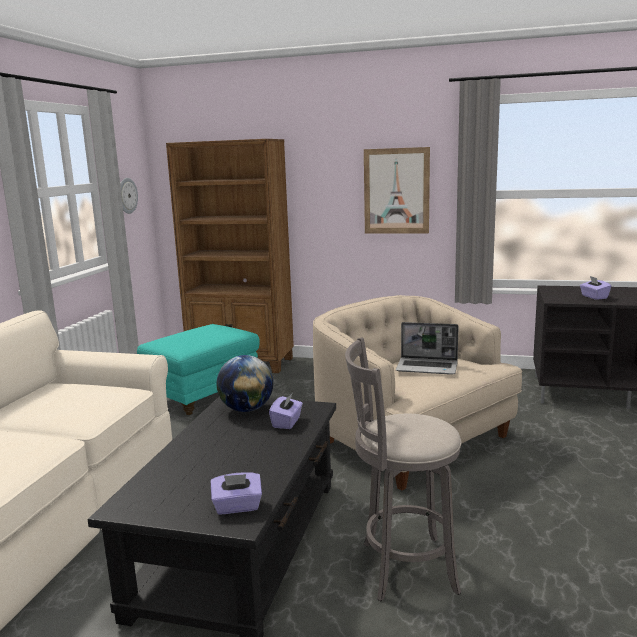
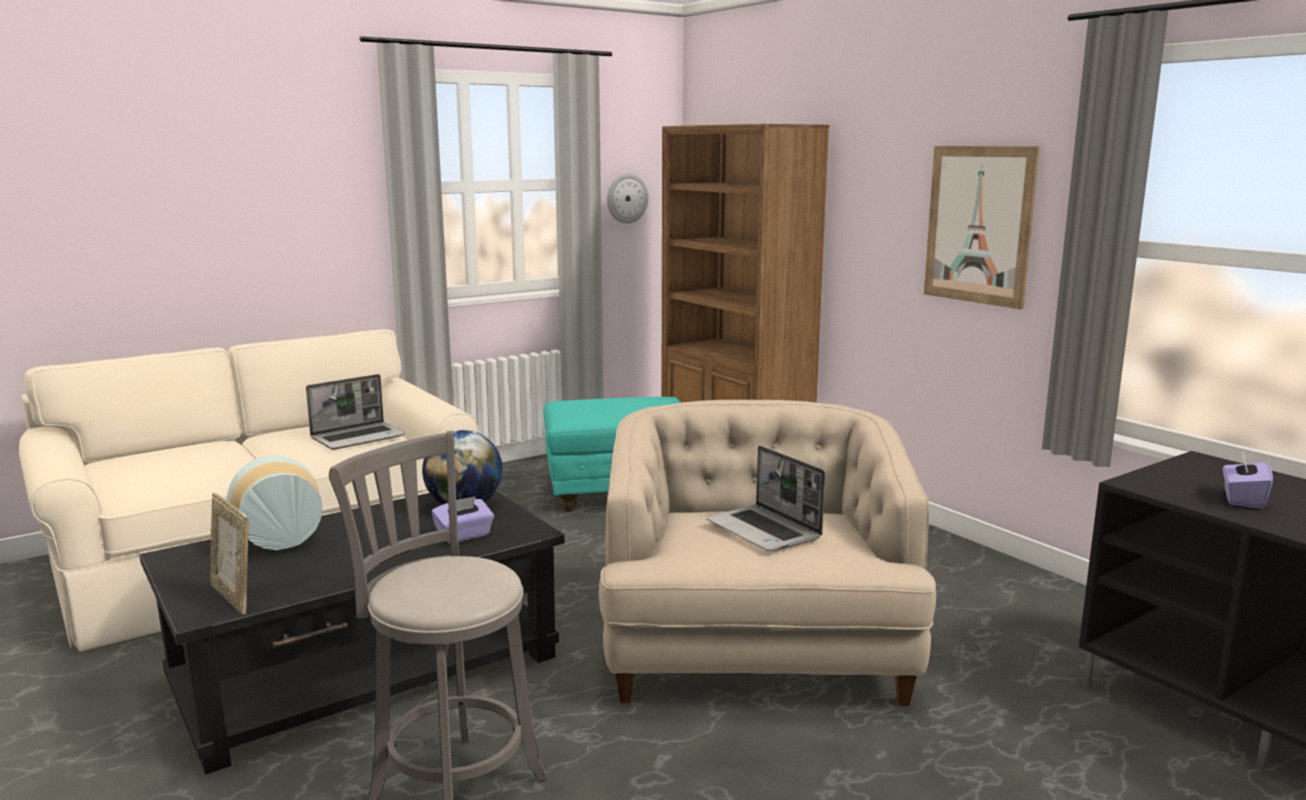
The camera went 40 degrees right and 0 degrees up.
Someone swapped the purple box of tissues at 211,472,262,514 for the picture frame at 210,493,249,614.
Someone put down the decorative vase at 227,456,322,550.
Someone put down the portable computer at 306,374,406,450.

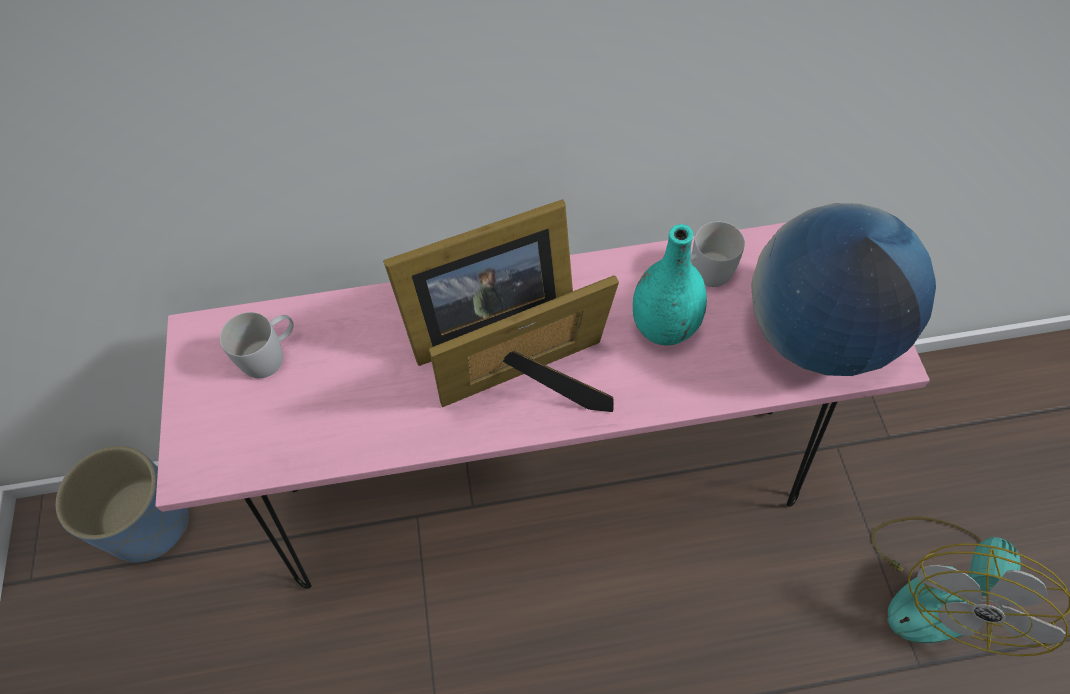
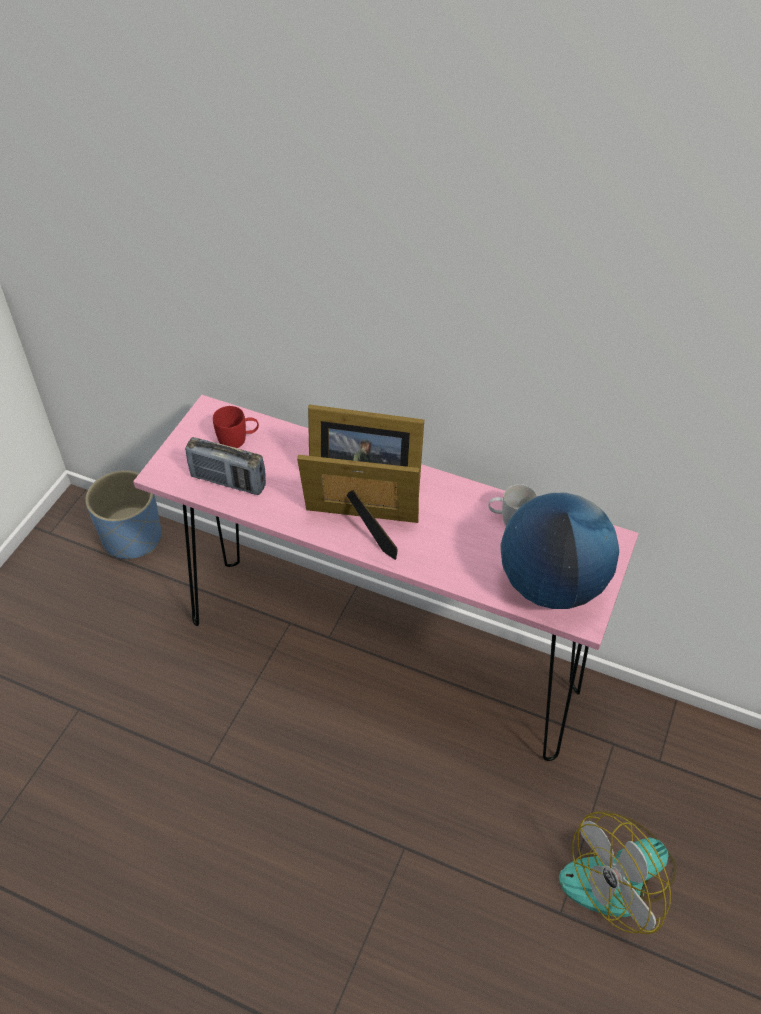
The camera went 30 degrees right and 10 degrees down.
Someone put down the radio set at 185,437,266,495.
Someone repainted the whitish tea mug at 220,312,294,378, which became the reddish tea mug at 213,406,259,448.
Someone took away the turquoise decorative vase at 633,224,707,345.

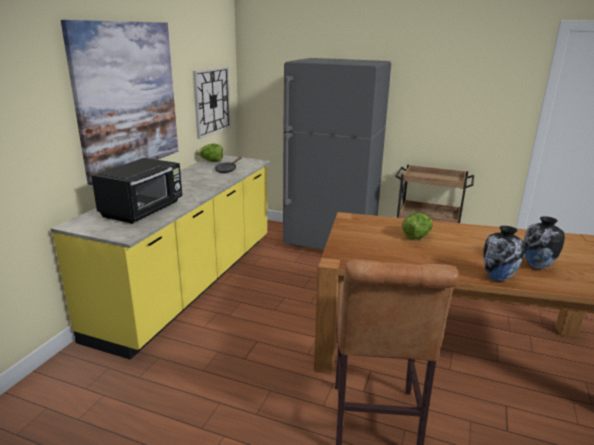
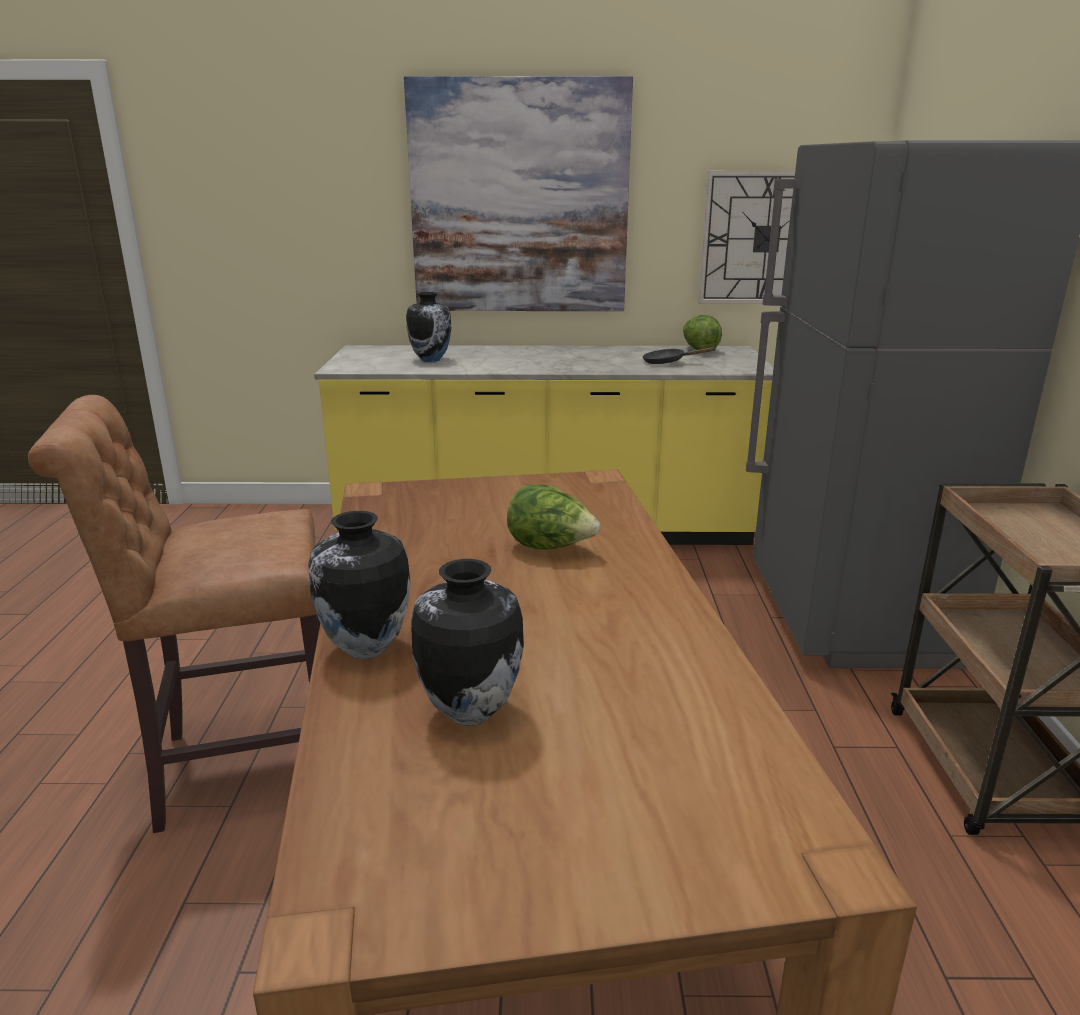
The camera went 70 degrees right and 0 degrees up.
Someone swapped the black kitchen microwave at 91,158,182,224 for the decorative vase at 406,292,451,362.

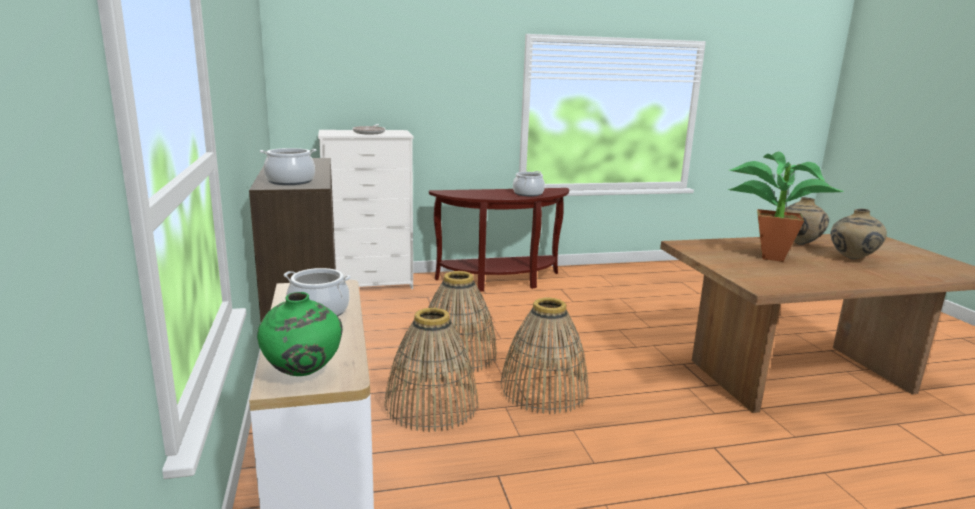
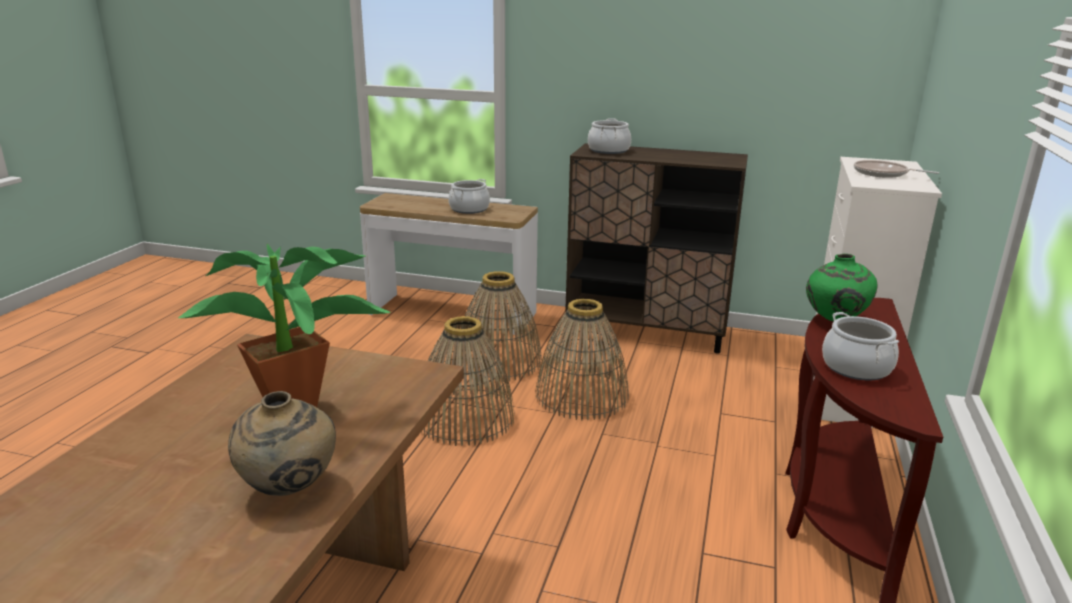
The camera went 120 degrees right and 5 degrees up.
Someone carried the green decorative vase from 257,292,343,376 to 806,254,877,322.
Someone took away the beige-coloured decorative vase at 830,209,887,260.

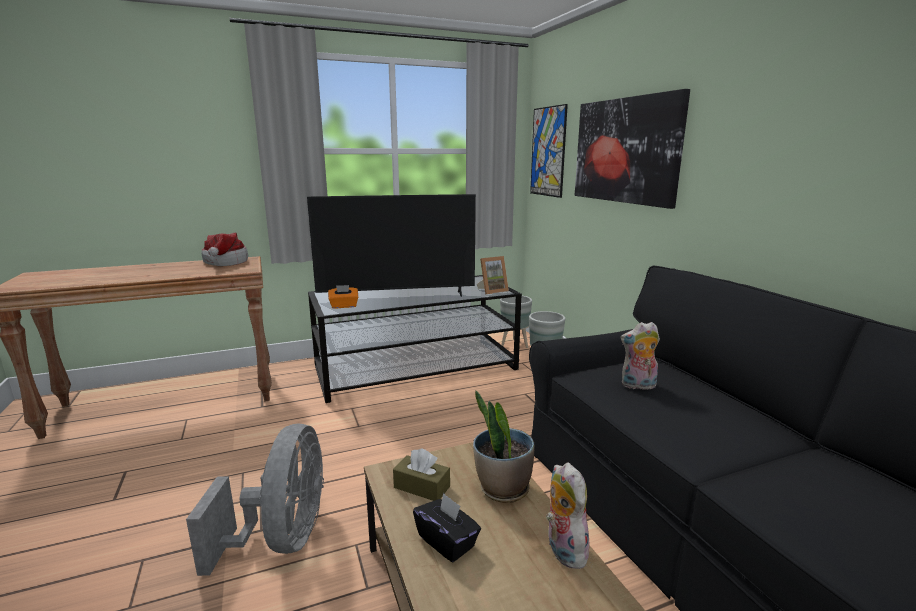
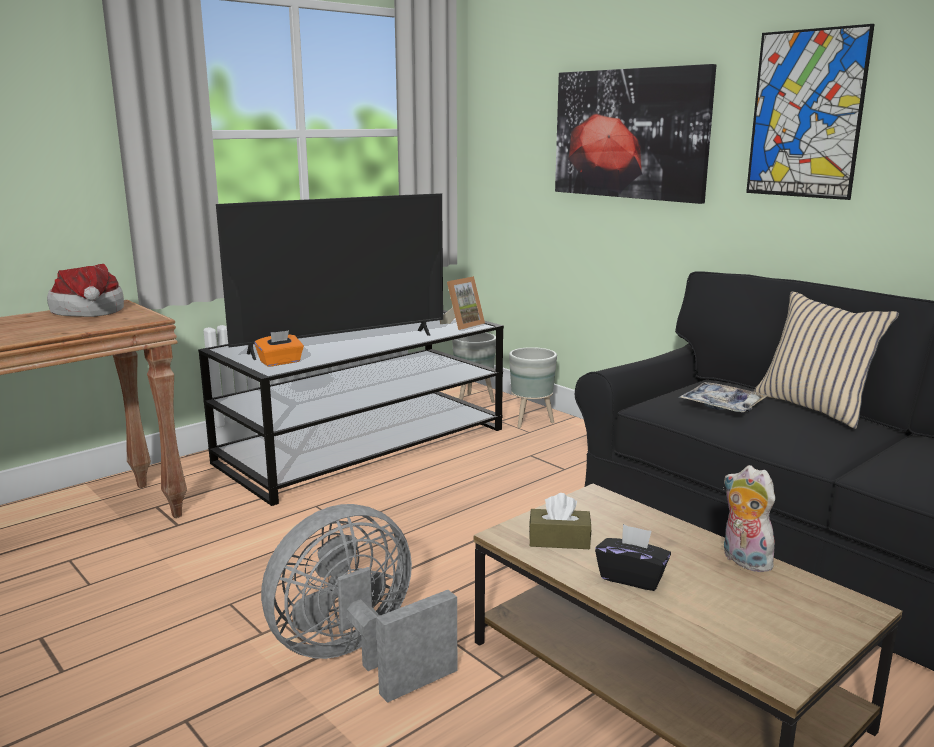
The camera went 20 degrees left and 0 degrees up.
Someone rotated the grey cooling fan at 186,423,324,576 by 105 degrees counterclockwise.
Someone swapped the plush toy at 620,322,660,390 for the tray at 679,382,769,413.
Someone carried the wall art from 530,104,568,198 to 746,24,875,200.
Someone put down the beige-coloured throw pillow at 754,291,899,429.
Someone took away the potted plant at 473,391,535,503.

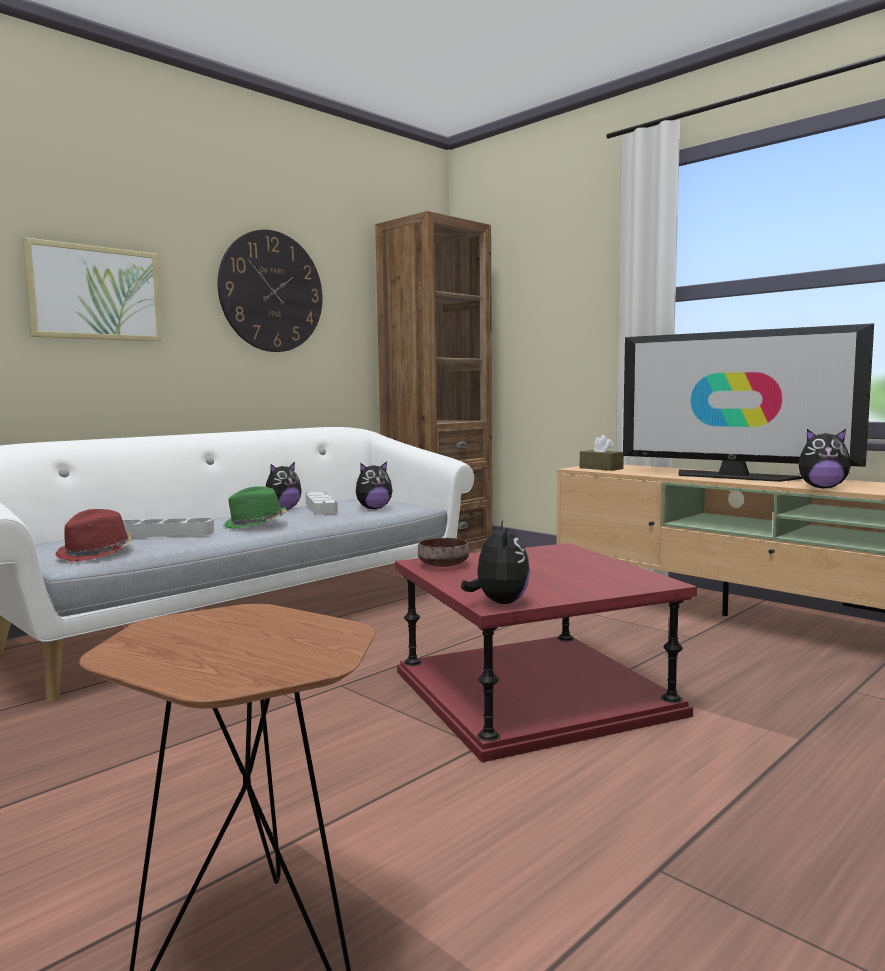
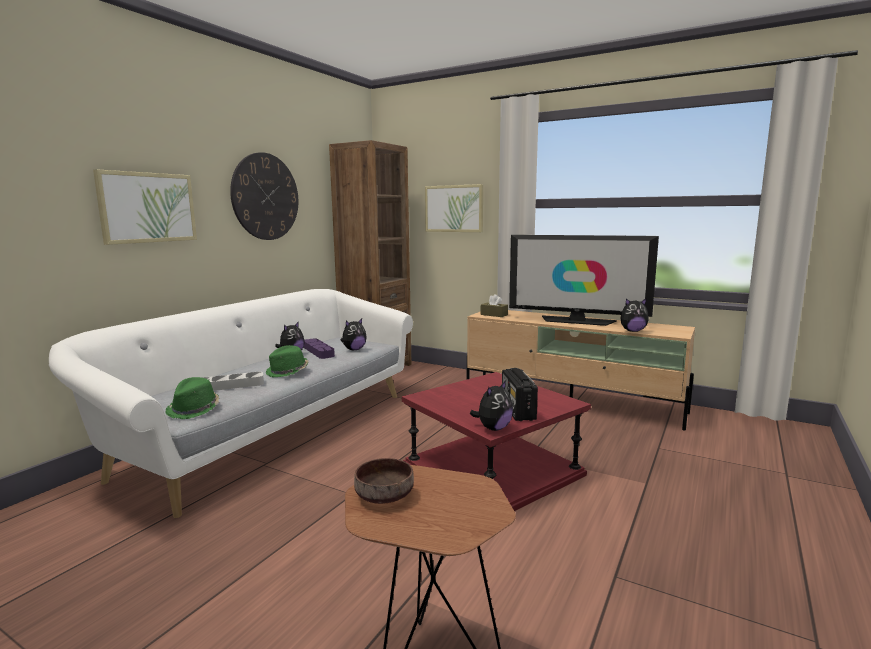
The camera went 15 degrees left and 5 degrees up.
Someone repainted the reddish wearable hat at 55,509,133,562, which became the green wearable hat at 165,377,219,419.
Someone repainted the grey tray at 305,492,338,515, which became the purple tray at 304,338,335,359.
Someone carried the brownish serving bowl from 418,538,469,567 to 354,458,414,504.
Someone put up the wall art at 425,184,483,232.
Someone rotated the plush toy at 461,520,530,604 by 60 degrees clockwise.
Someone put down the radio set at 502,368,538,421.

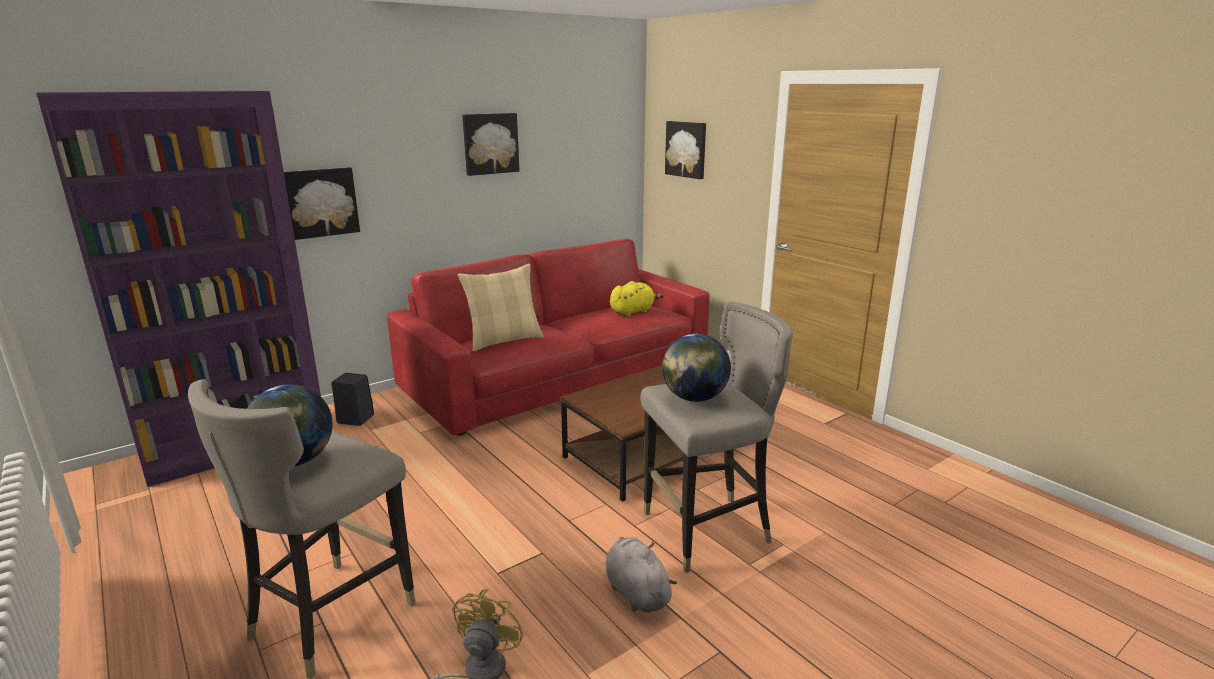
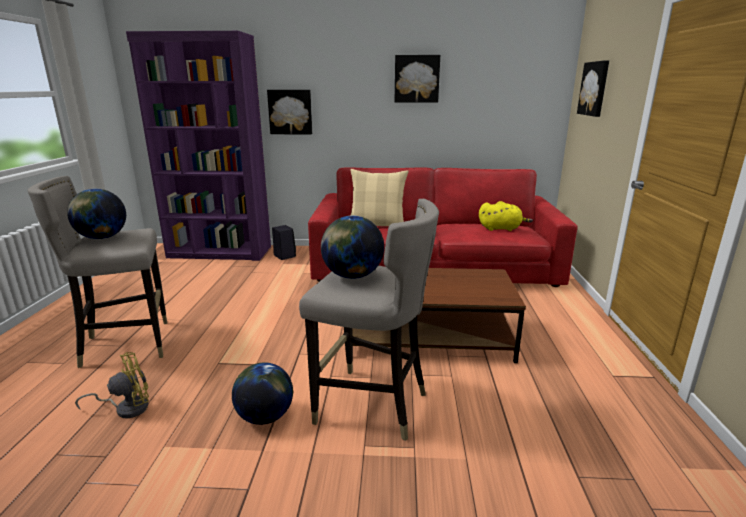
The camera went 40 degrees right and 0 degrees up.
Someone swapped the grey plush toy at 606,537,677,612 for the globe at 232,362,293,425.

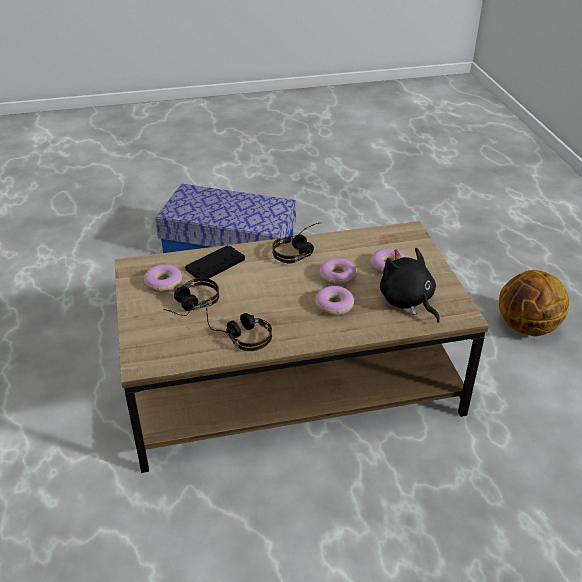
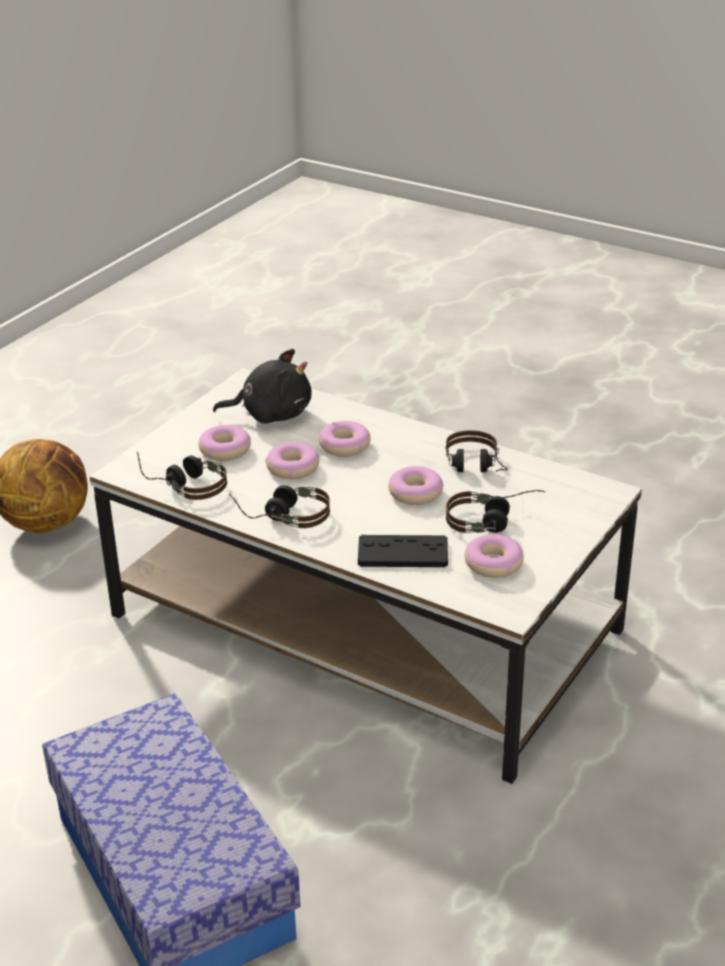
The camera went 135 degrees left and 5 degrees down.
Someone repainted the brownish low table at 114,221,489,473, which became the whitish low table at 90,368,642,784.
Someone put down the headphones at 137,452,227,500.
Someone rotated the black plush toy at 380,248,440,323 by 105 degrees counterclockwise.
Someone put down the doughnut at 388,466,444,505.

